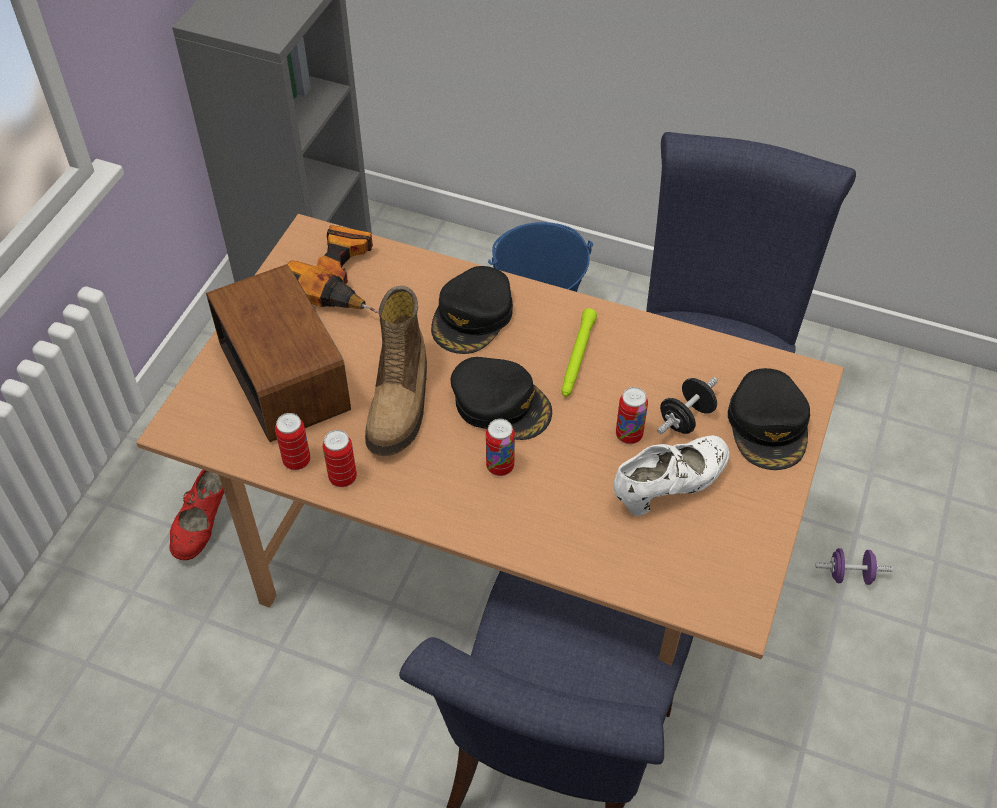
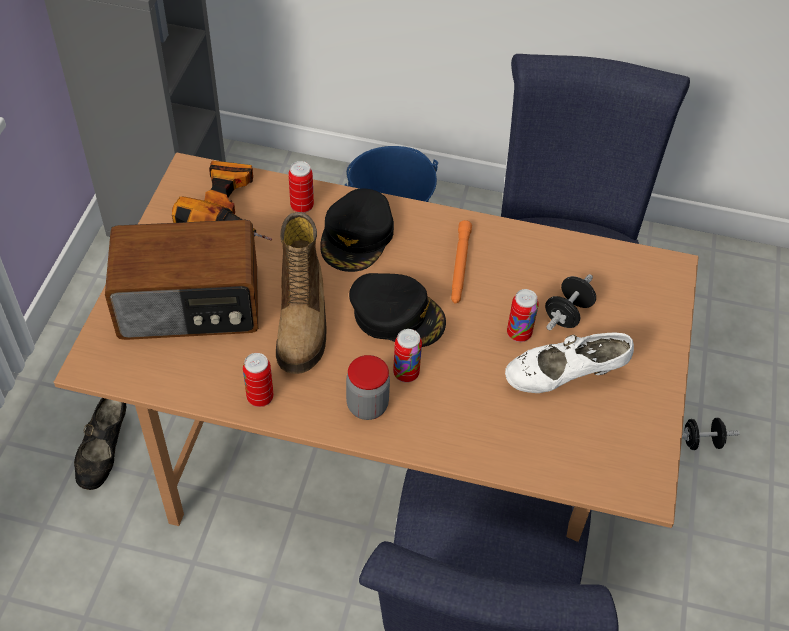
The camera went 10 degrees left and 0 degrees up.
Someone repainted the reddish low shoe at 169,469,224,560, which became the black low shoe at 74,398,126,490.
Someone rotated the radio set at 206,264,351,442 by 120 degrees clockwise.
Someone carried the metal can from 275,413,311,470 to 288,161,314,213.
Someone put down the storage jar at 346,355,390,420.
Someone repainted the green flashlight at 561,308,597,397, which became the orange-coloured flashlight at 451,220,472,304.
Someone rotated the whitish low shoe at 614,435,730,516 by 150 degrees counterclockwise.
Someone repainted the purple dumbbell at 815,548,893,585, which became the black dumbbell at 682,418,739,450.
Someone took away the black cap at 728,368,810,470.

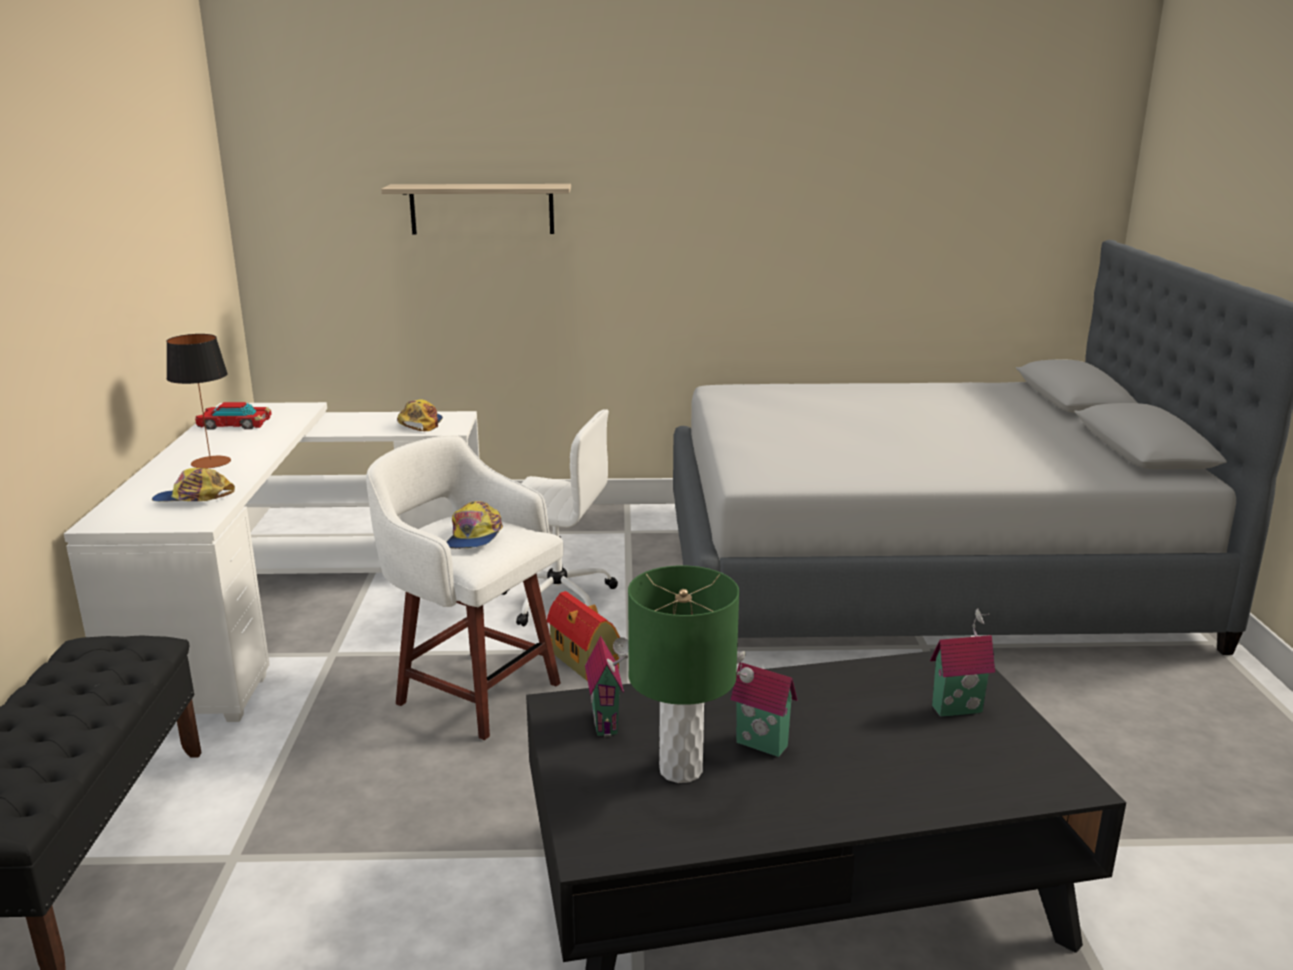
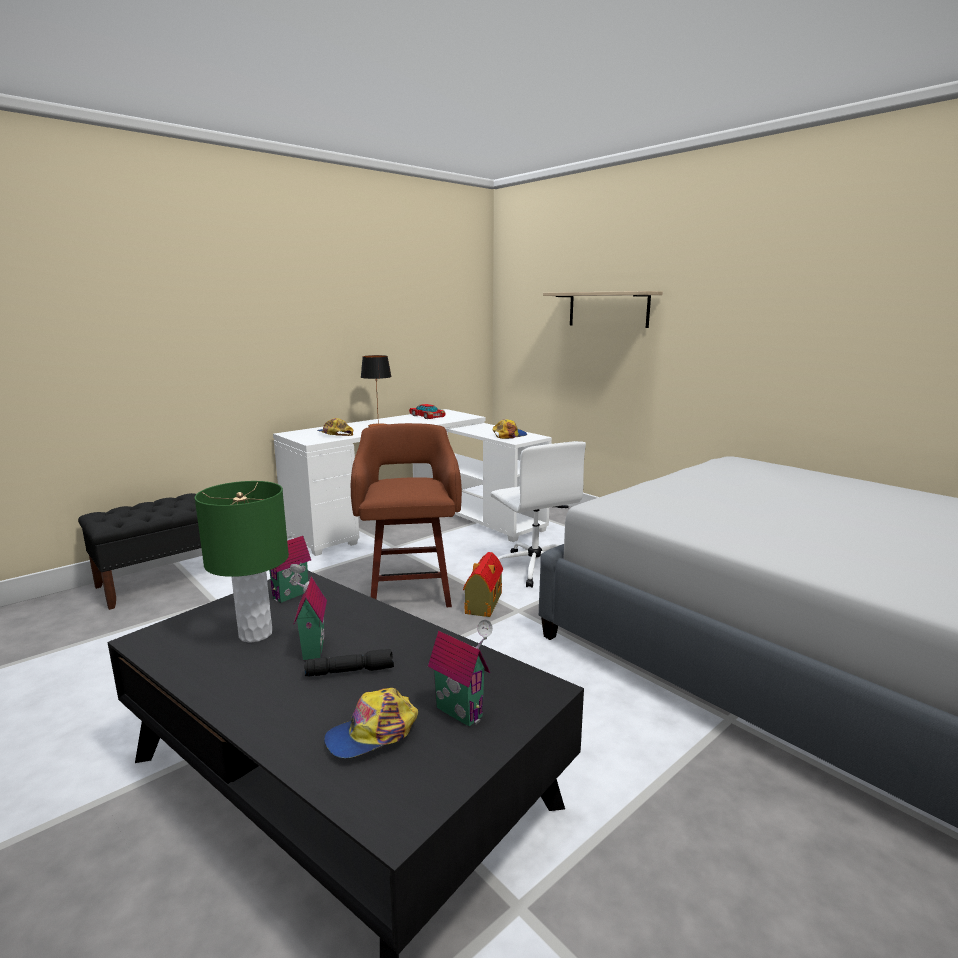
The camera went 50 degrees right and 5 degrees down.
Someone put down the black flashlight at 304,649,394,676.
Someone carried the cap from 447,501,503,549 to 324,688,418,758.
Someone repainted the whitish sitting stool at 366,435,563,740, which became the brownish sitting stool at 351,423,462,607.

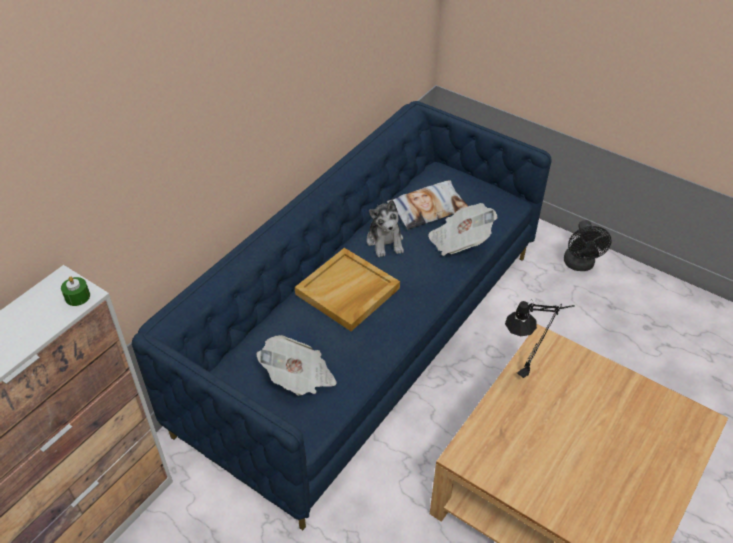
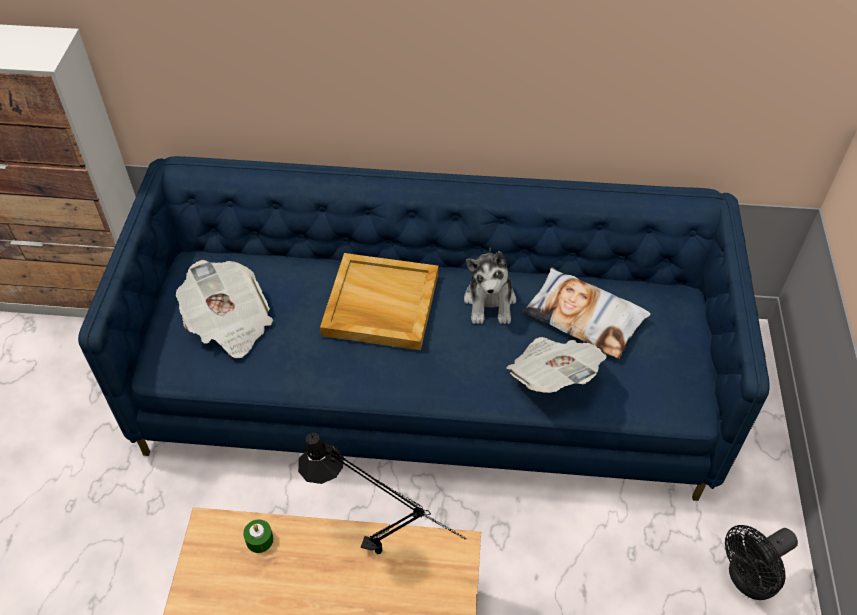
The camera went 60 degrees right and 5 degrees up.
Someone carried the green wax candle from 61,276,90,306 to 243,519,274,553.
Someone rotated the plush toy at 367,200,404,257 by 45 degrees counterclockwise.

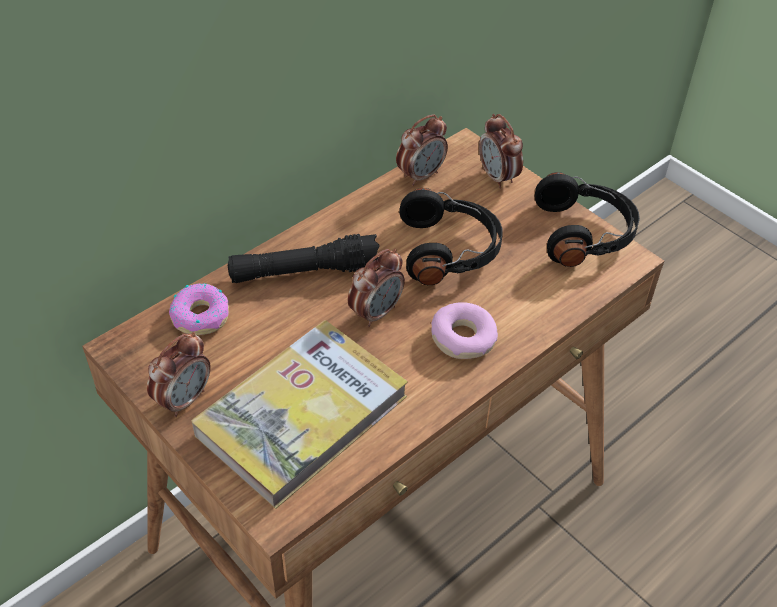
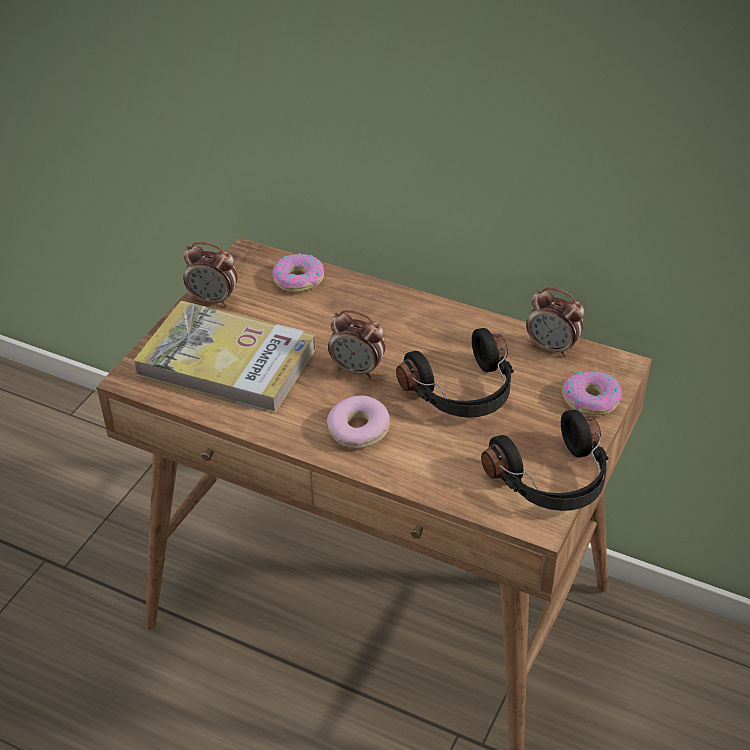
The camera went 70 degrees right and 5 degrees down.
Someone swapped the bedside clock at 479,114,523,189 for the doughnut at 562,371,622,415.
Someone took away the black flashlight at 228,234,380,283.

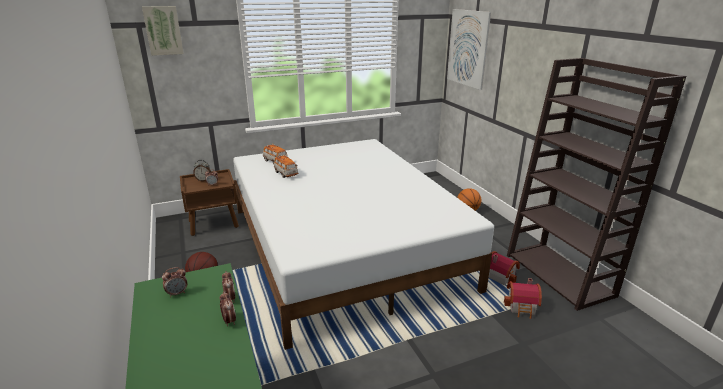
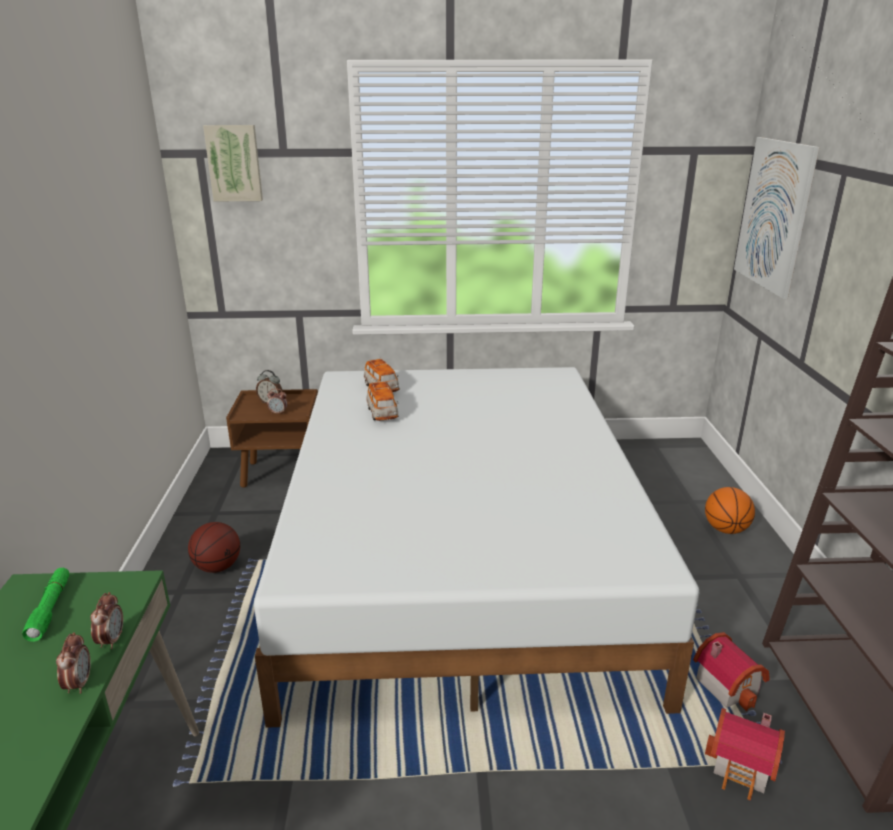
The camera went 20 degrees right and 0 degrees up.
Someone swapped the bedside clock at 162,267,187,297 for the green flashlight at 22,568,69,642.

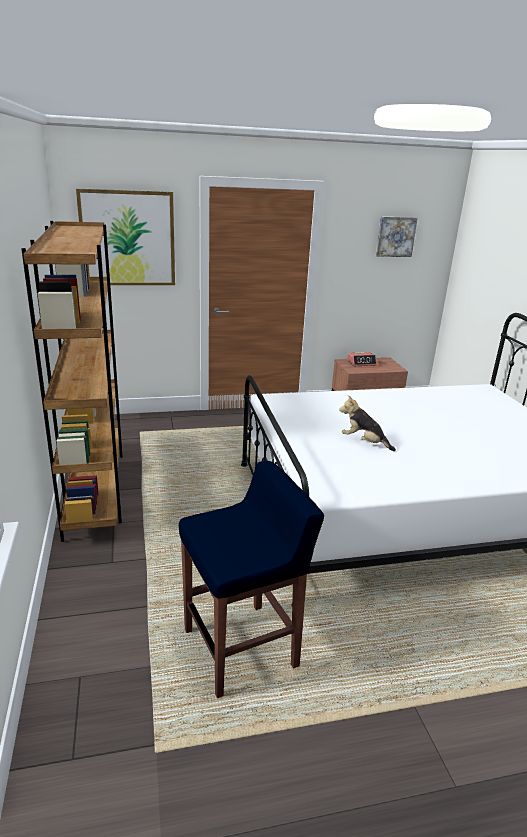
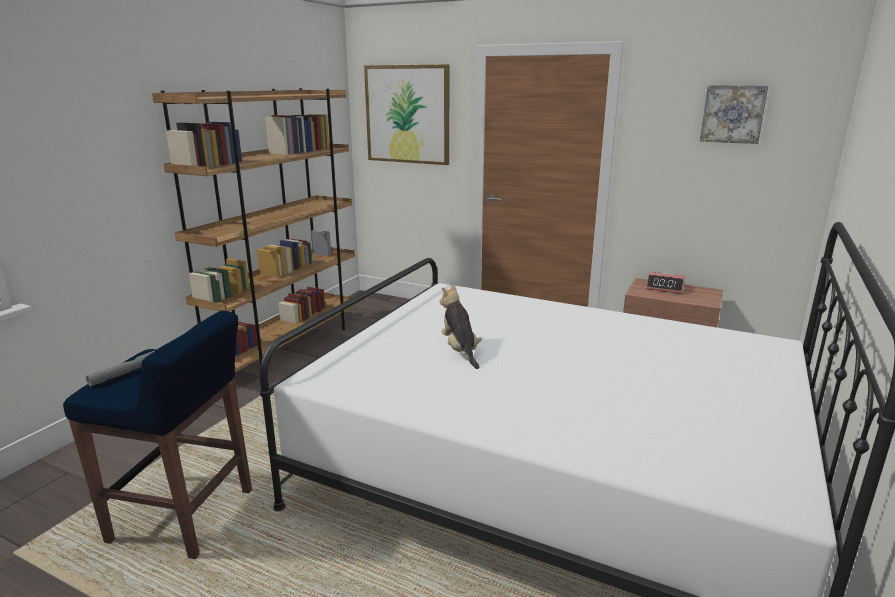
The camera went 40 degrees right and 5 degrees down.
Someone put down the grey flashlight at 86,351,154,386.

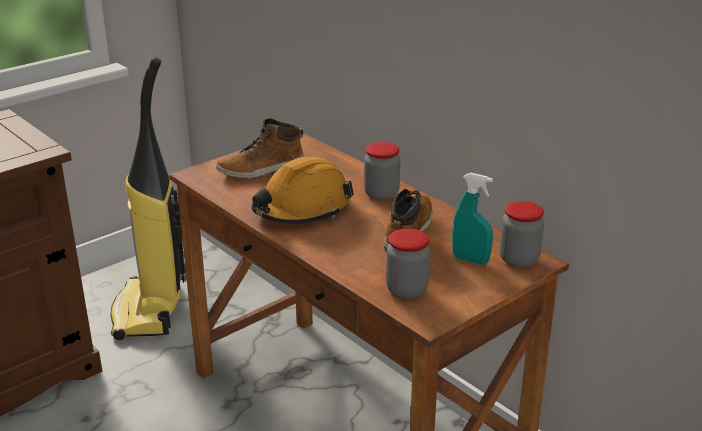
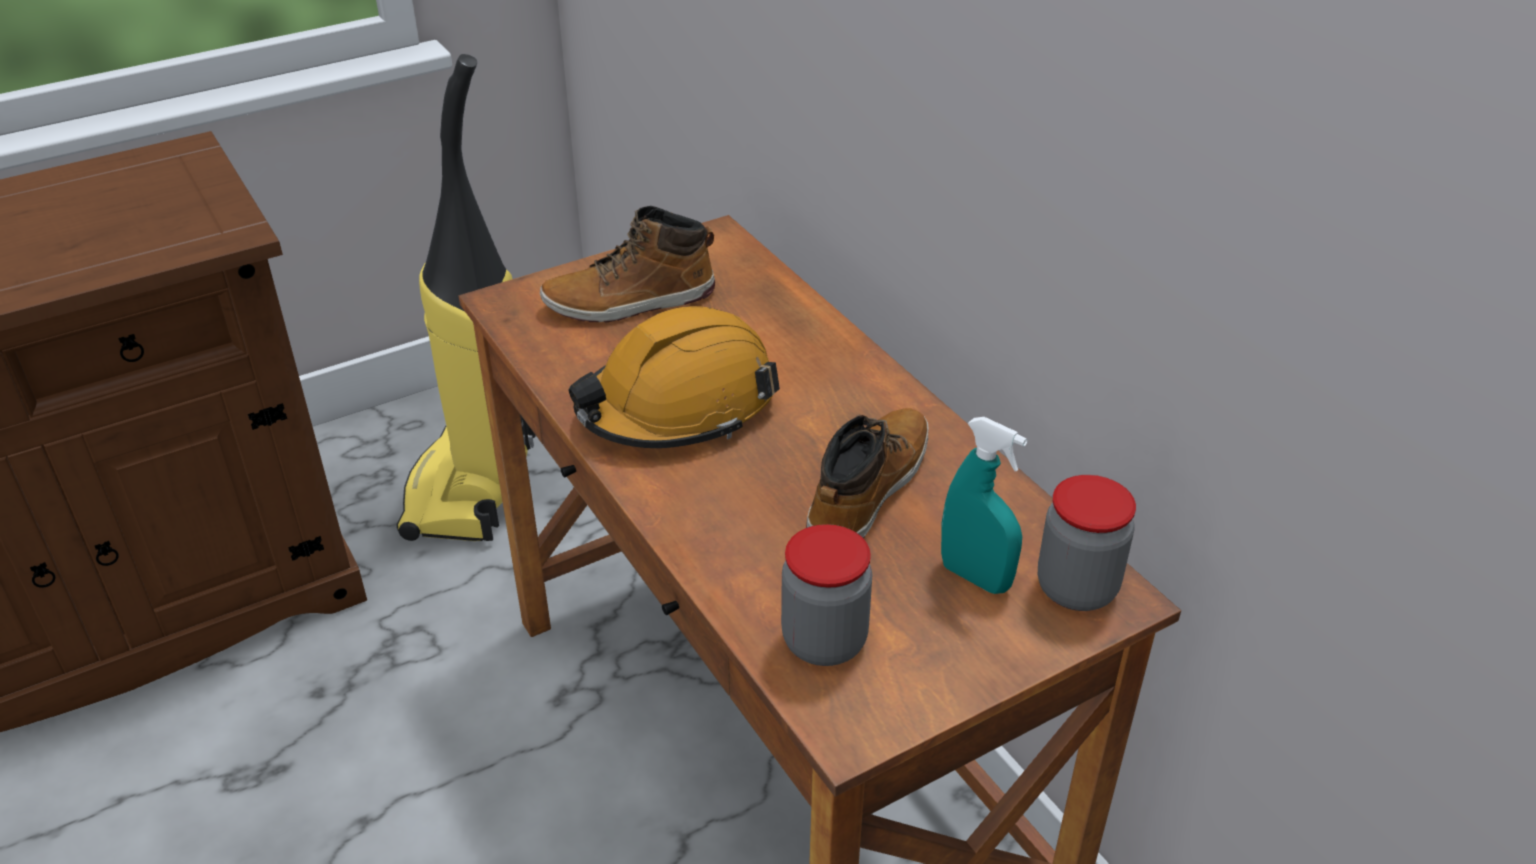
The camera went 10 degrees right and 10 degrees up.
Someone took away the storage jar at 364,142,400,201.

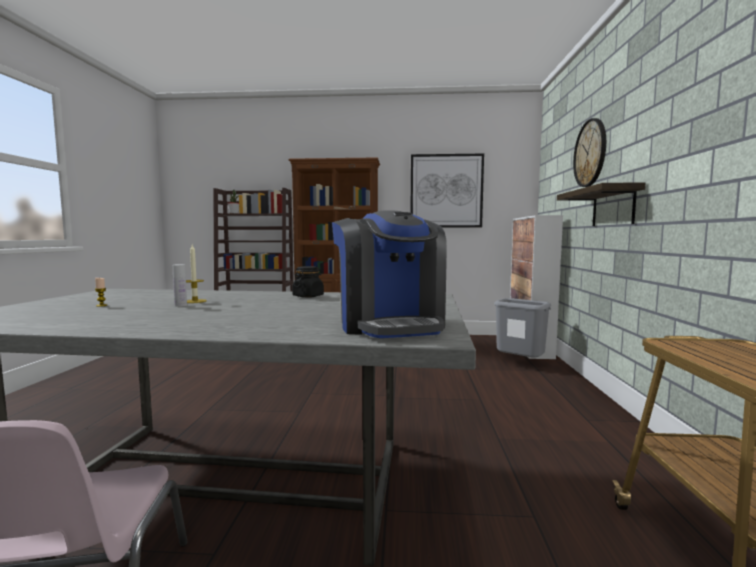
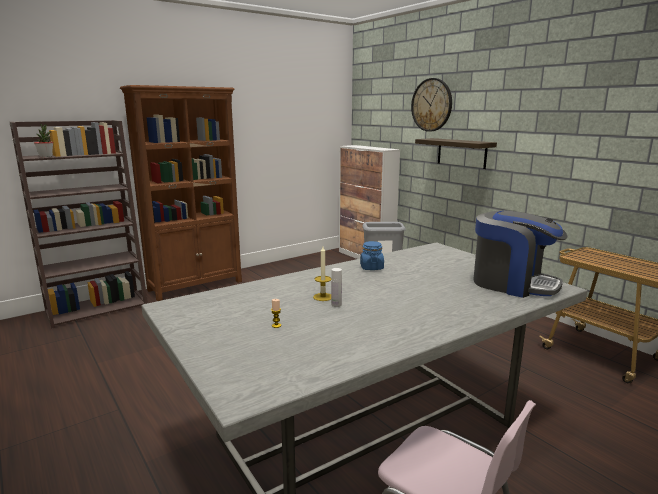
The camera went 40 degrees left and 10 degrees up.
Someone repainted the black storage jar at 292,266,324,298, which became the bluish storage jar at 360,241,384,270.
Someone took away the wall art at 410,154,484,227.

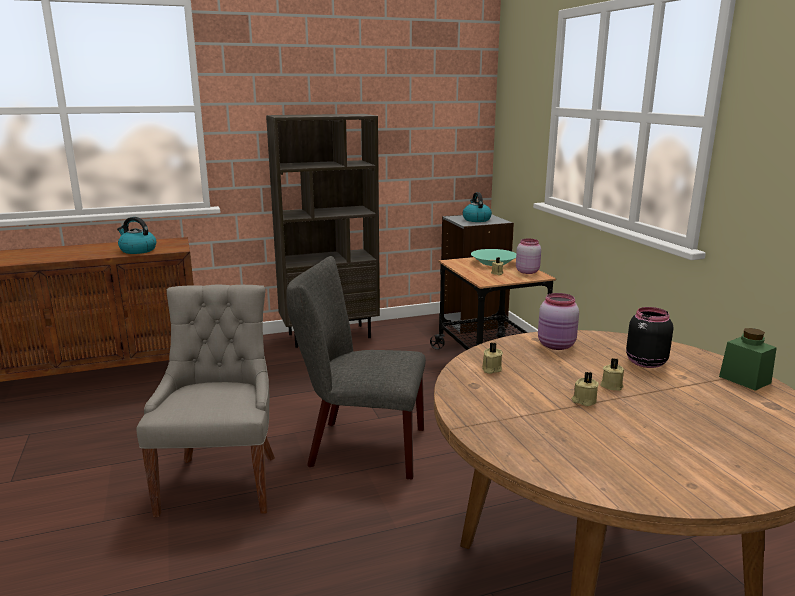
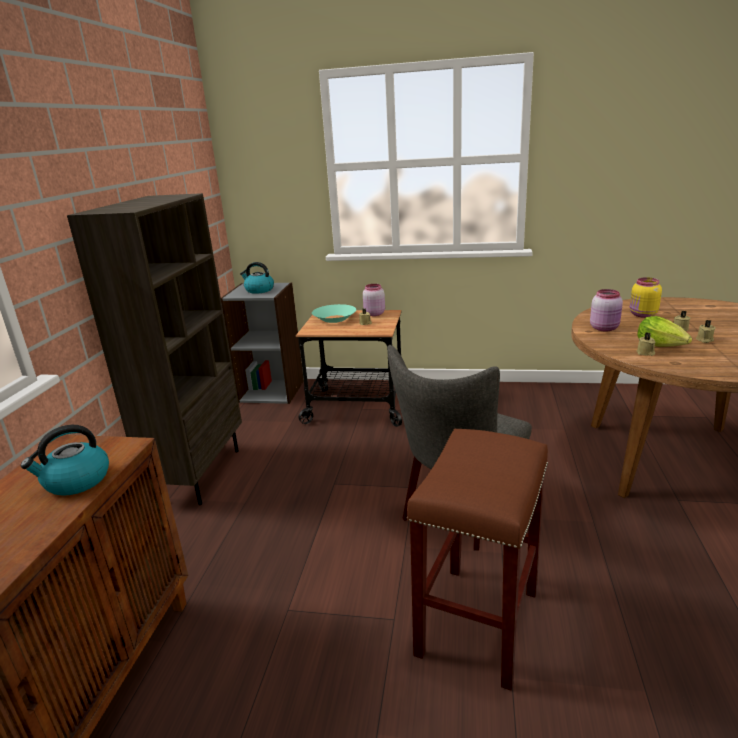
The camera went 60 degrees left and 5 degrees up.
Someone swapped the grey plain chair at 136,284,275,517 for the brownish sitting stool at 407,429,548,691.
Someone repainted the black storage jar at 626,307,673,368, which became the yellowish storage jar at 630,277,662,318.
Someone put down the lettuce head at 637,316,692,347.
Someone took away the green storage jar at 719,328,777,391.

